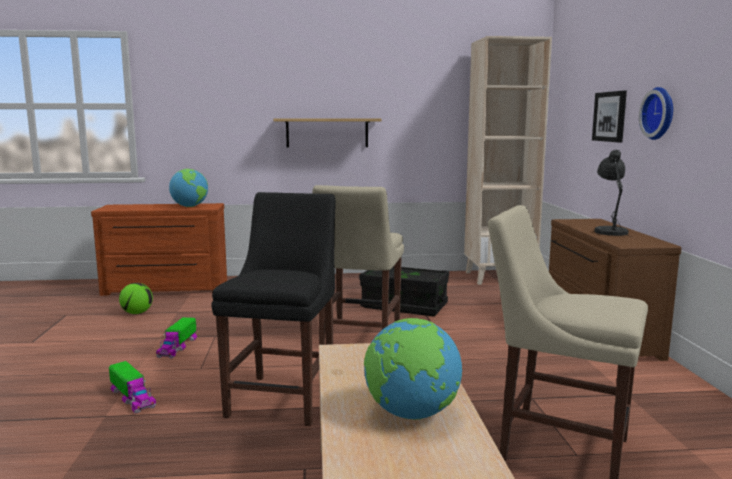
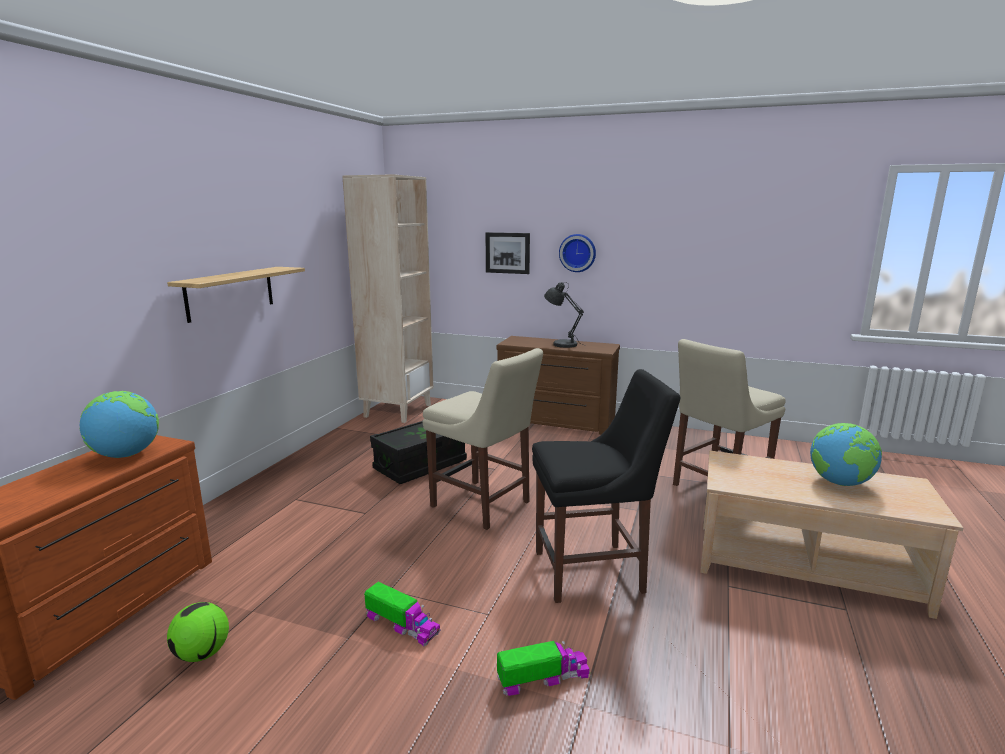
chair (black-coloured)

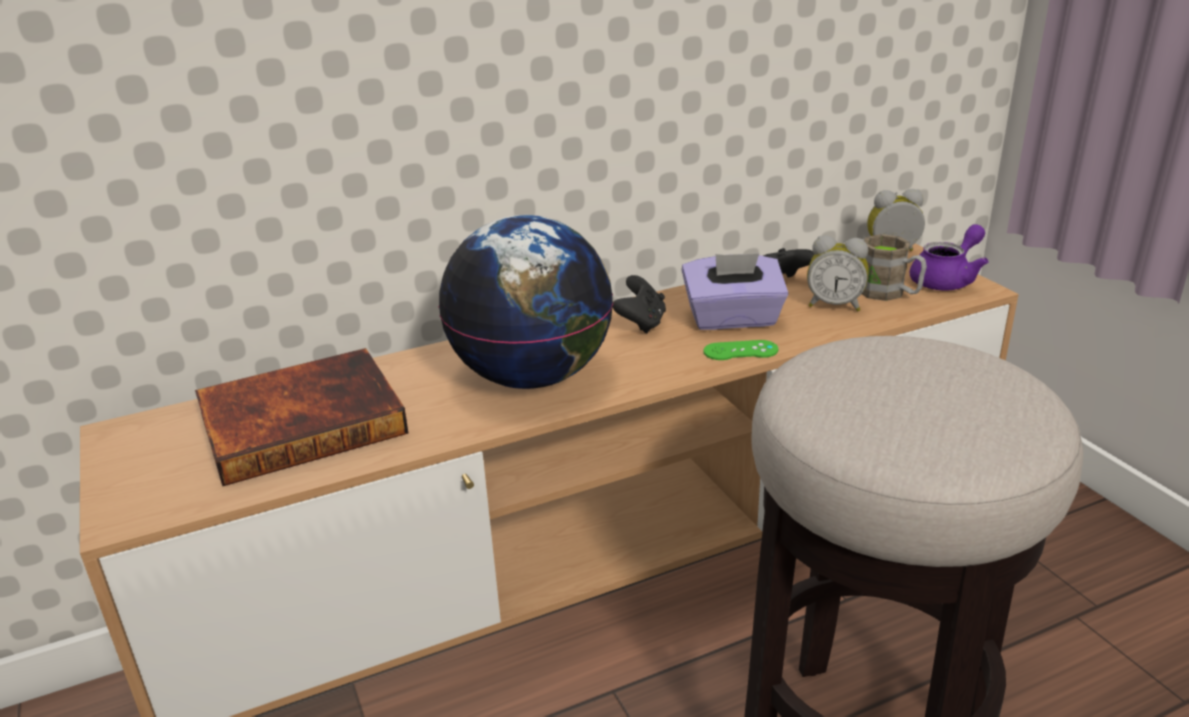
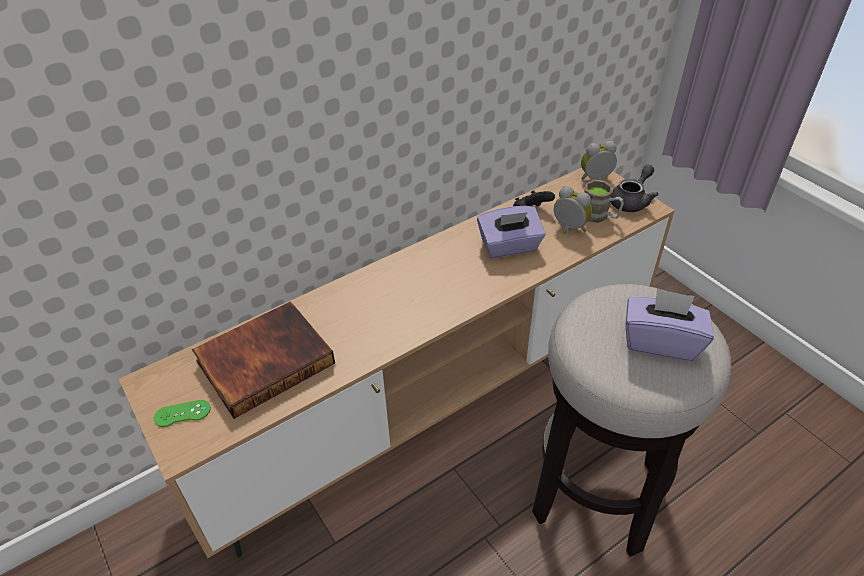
world globe
game controller (black-coloured) (no. 1 from left in the first image)
tissue holder (purplish) (no. 2 from left)
game controller (green)
pot for tea (gray)
bedside clock (no. 1 from left)

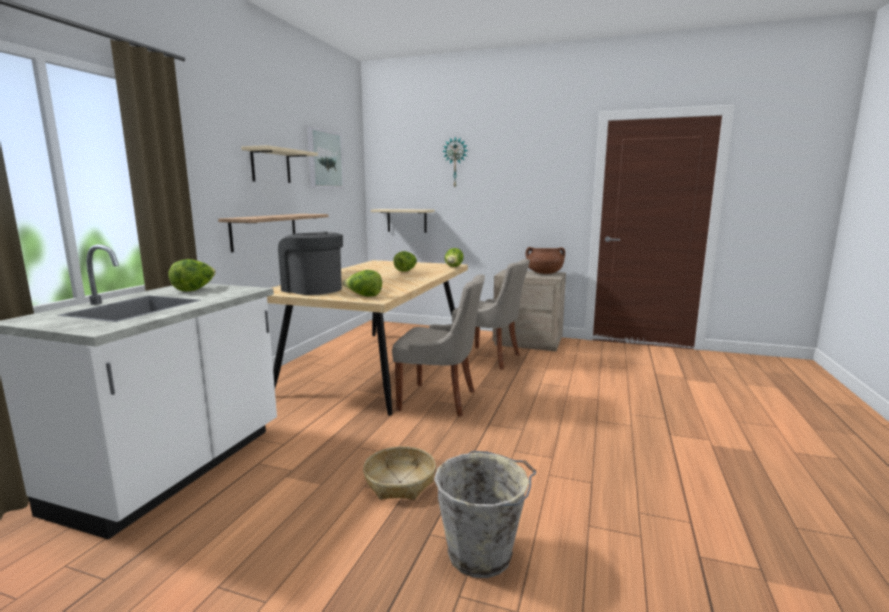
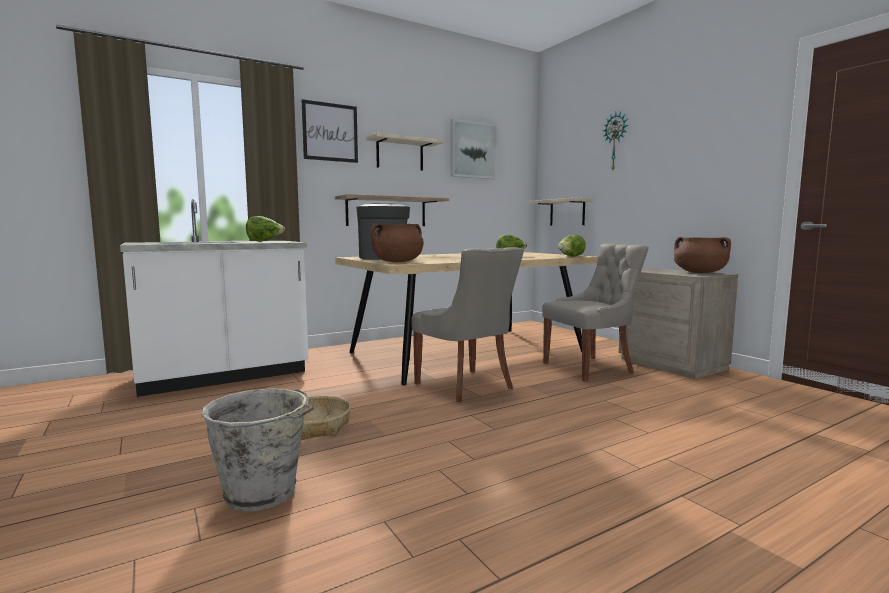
picture (no. 1 from left)
stockpot (brown-coloured) (no. 1 from left)
chair (gray) (no. 2 from left)

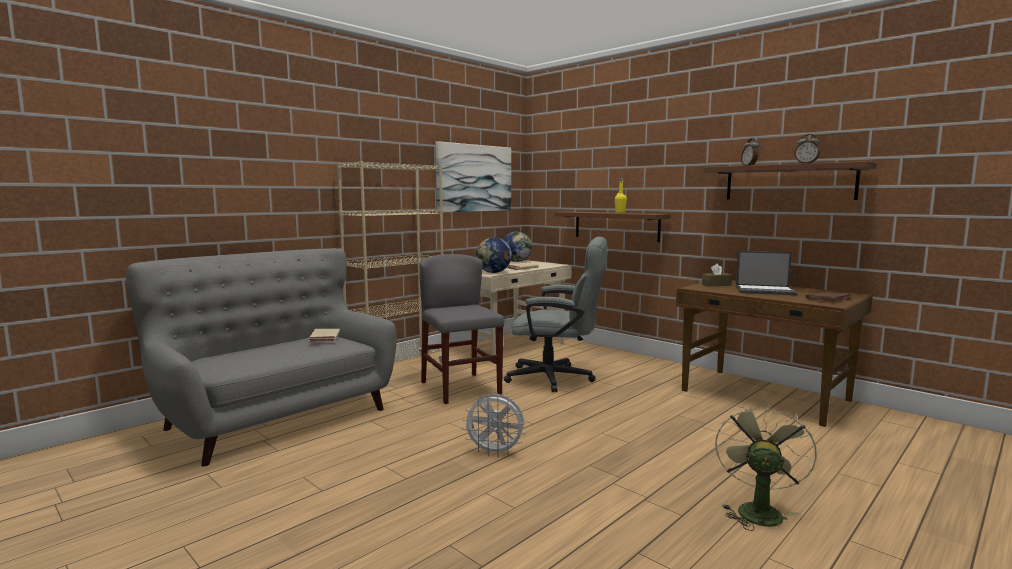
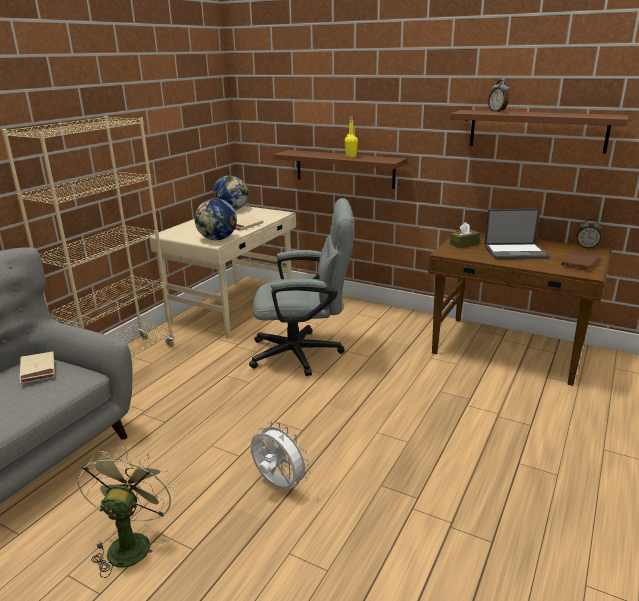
chair (gray)
picture
fan (green)
bedside clock (no. 2 from left)
fan (white)

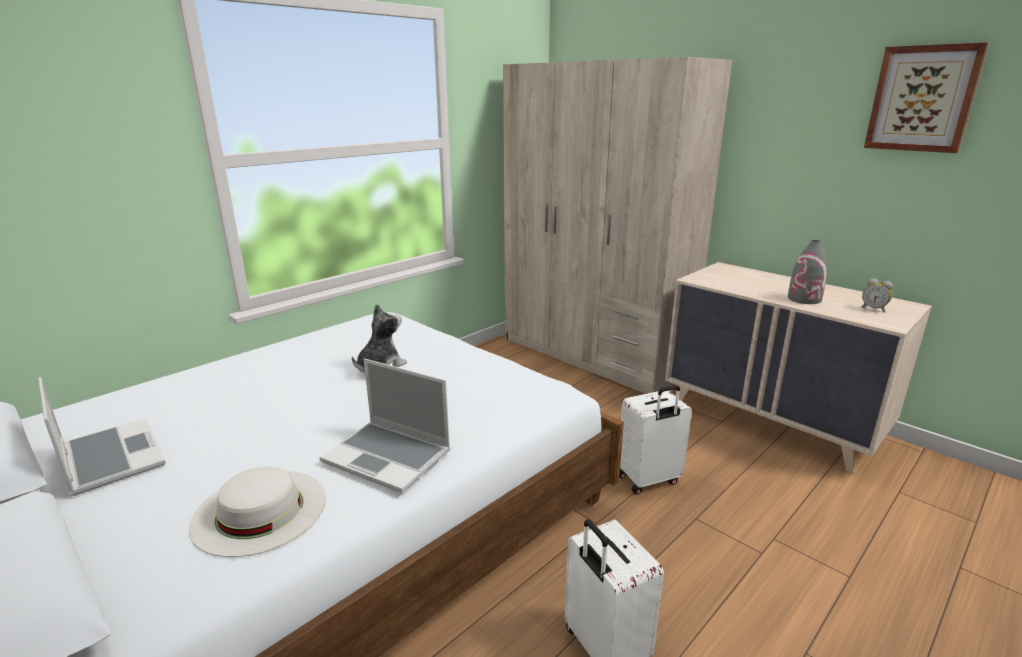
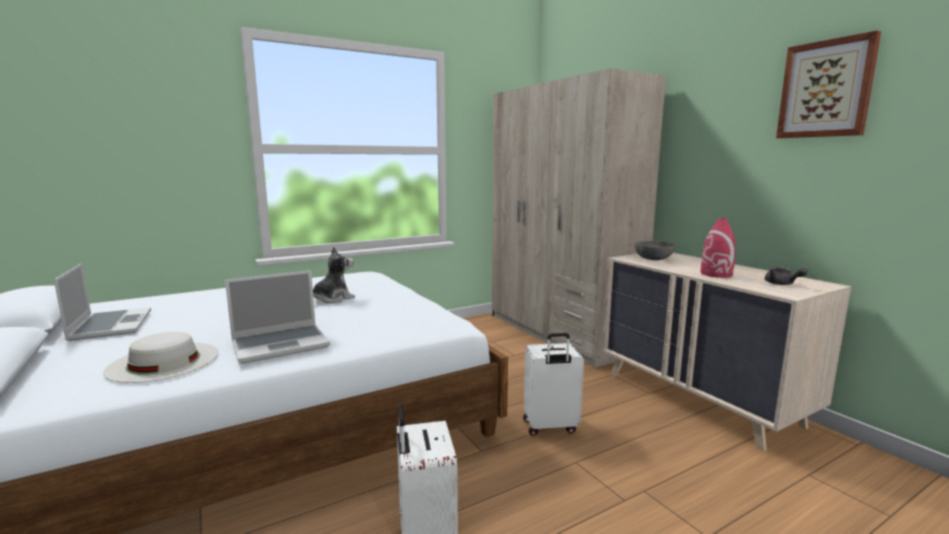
bowl (gray)
pot for tea (gray)
flower vase (red-coloured)
laptop (no. 2 from left)

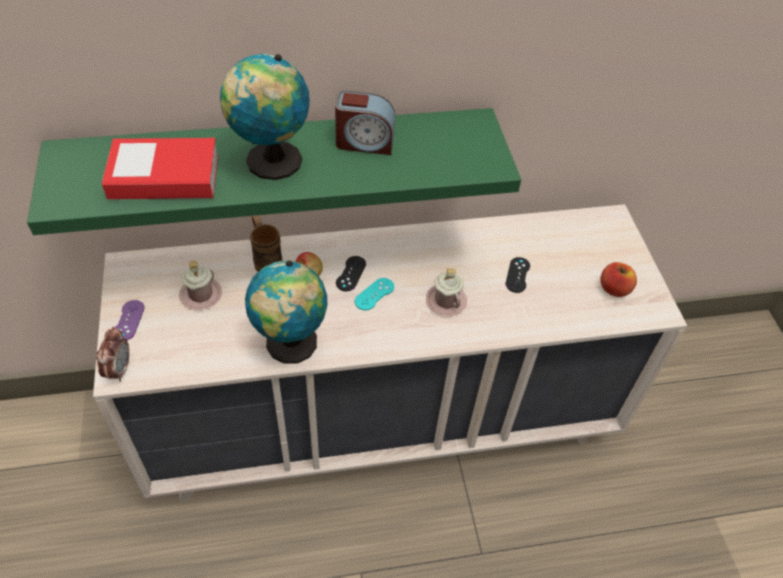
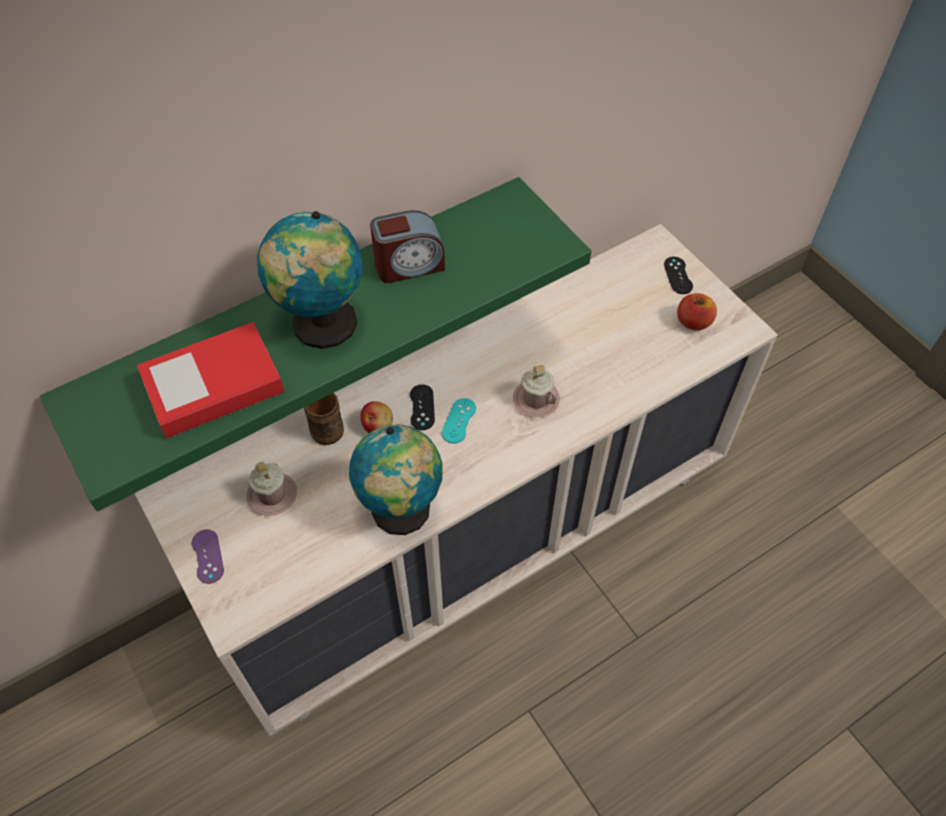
bedside clock (no. 1 from left in the first image)
game controller (black-coloured) (no. 2 from left)

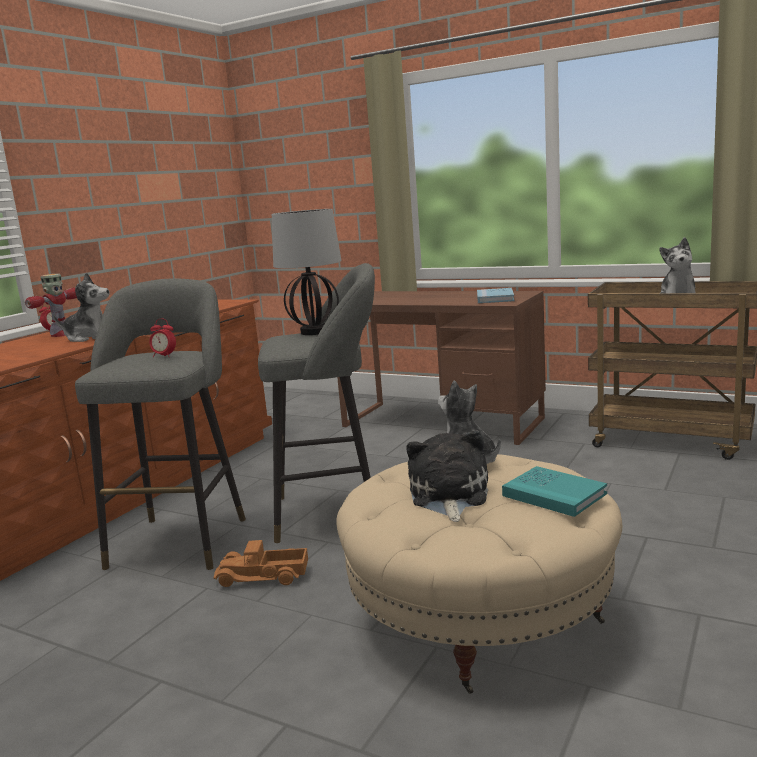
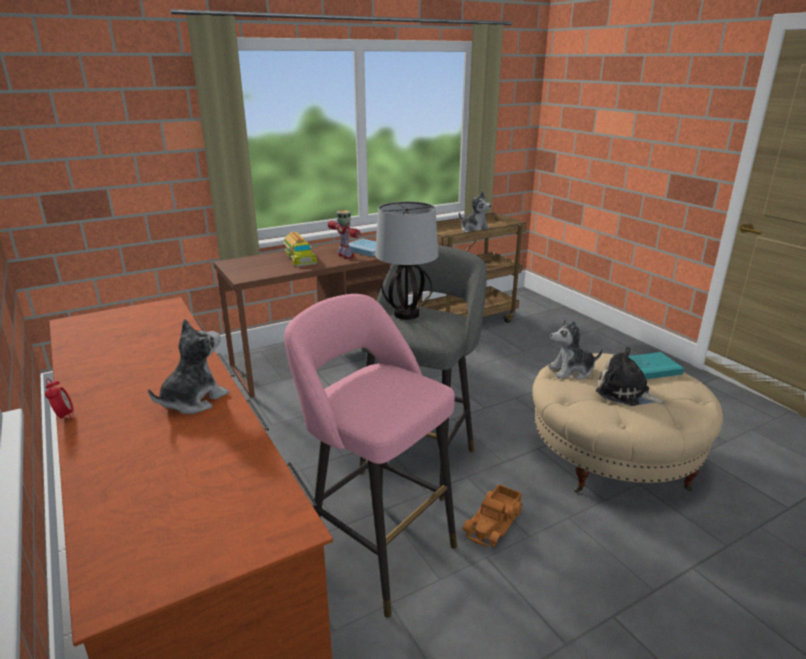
bedside clock (no. 2 from left in the first image)
model truck (no. 1 from left)
robot figure
sitting stool (pinkish)

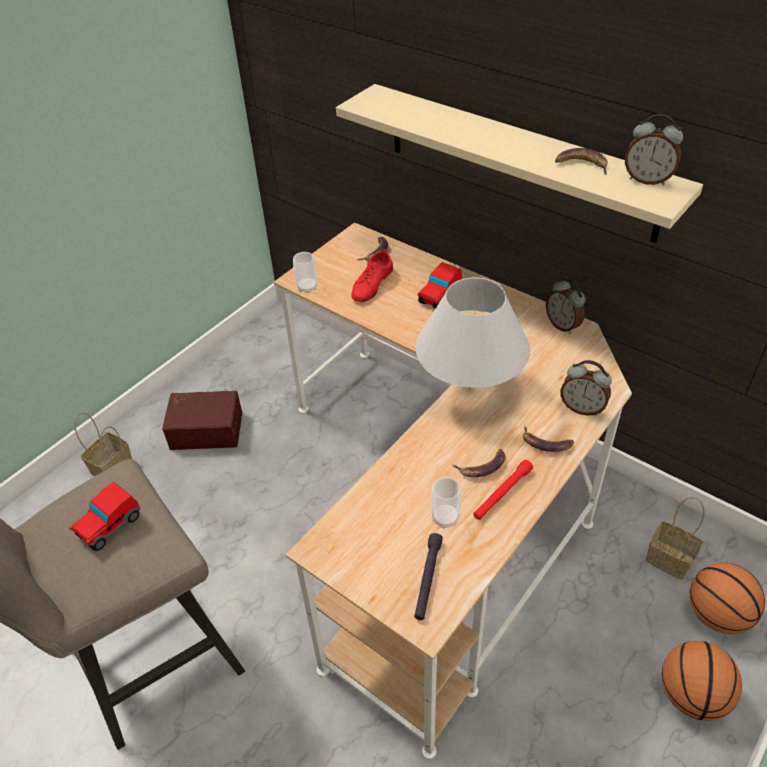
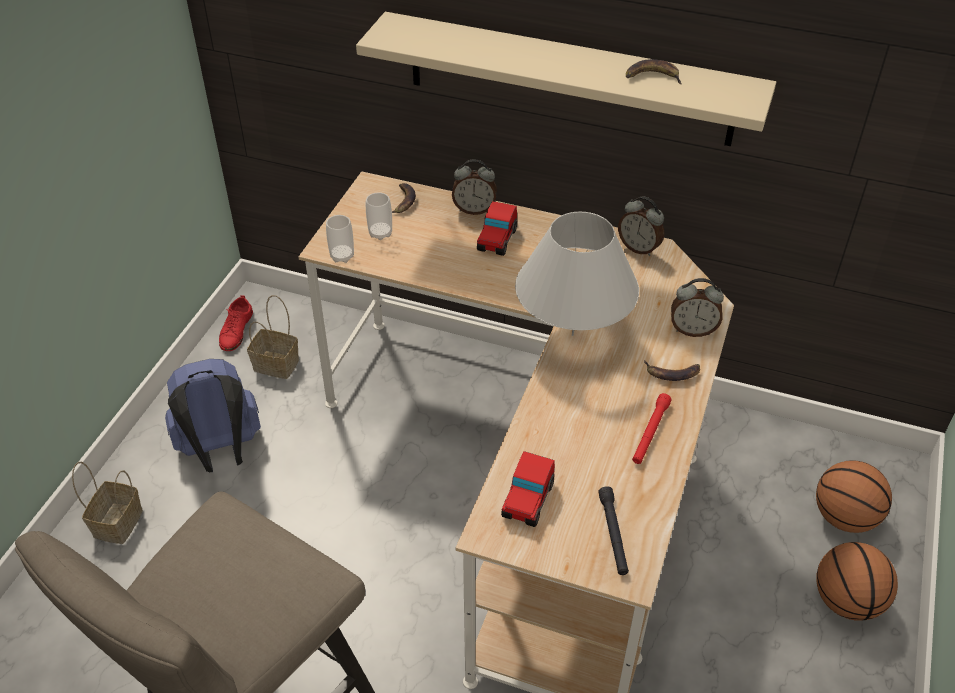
whole banana (no. 2 from left in the first image)
miniature car (no. 2 from left)
item of footwear (red-coloured)
small cup (no. 2 from left)
bedside clock (no. 1 from left)
basket (no. 2 from left)
rucksack (bluish)

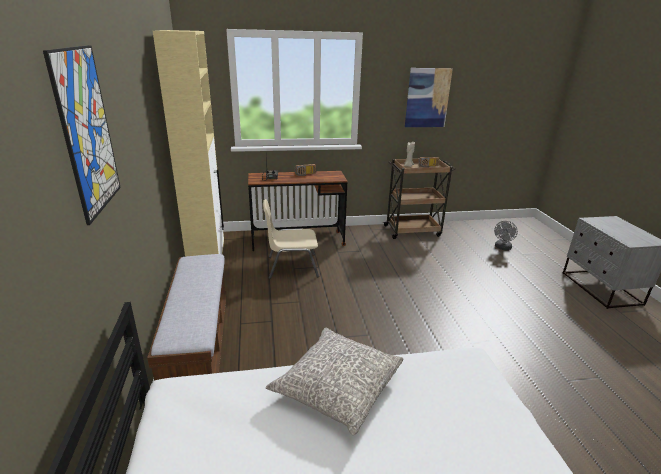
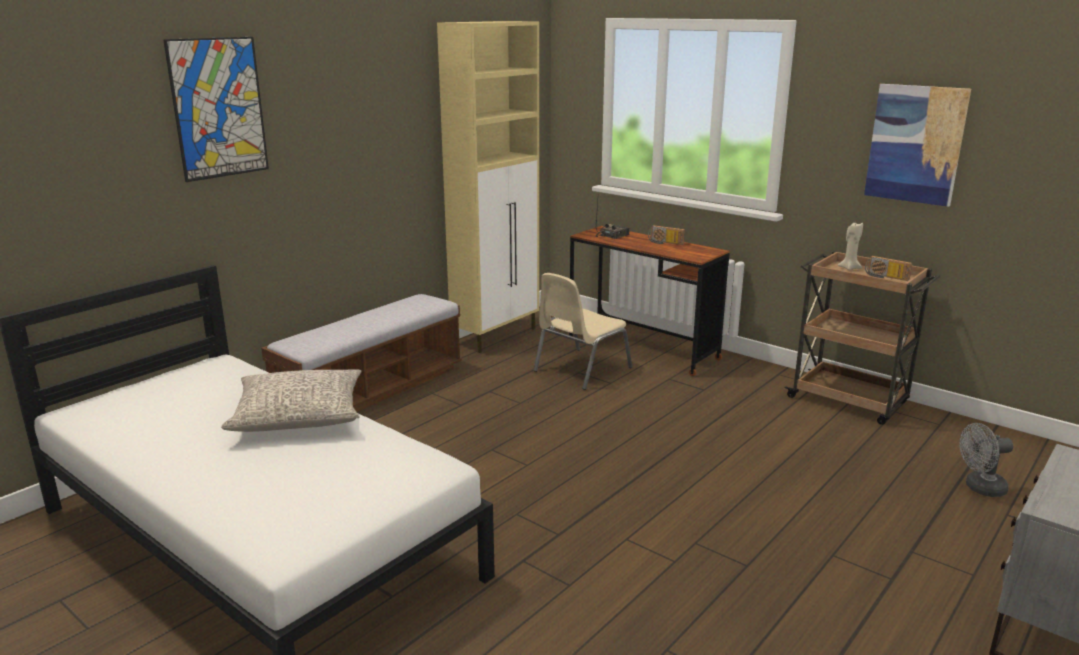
chair (beige)

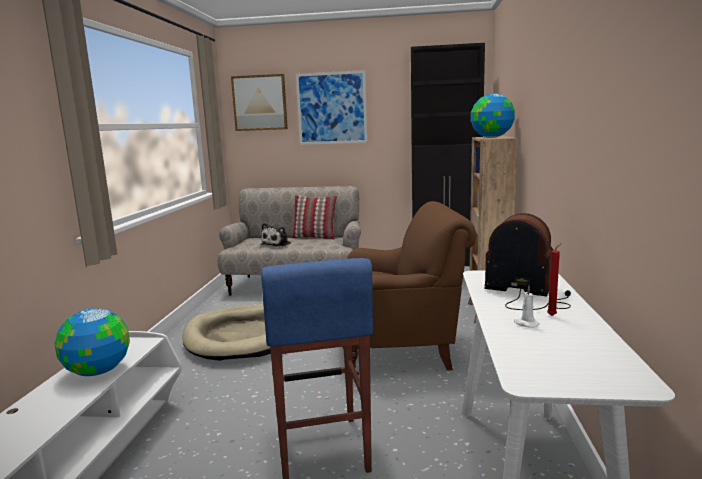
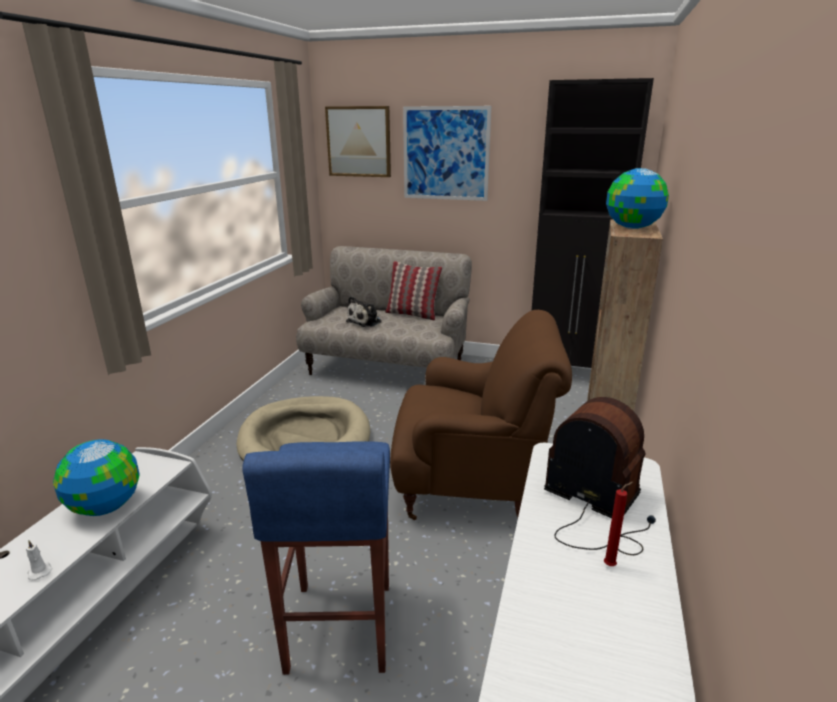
wax light (white)

